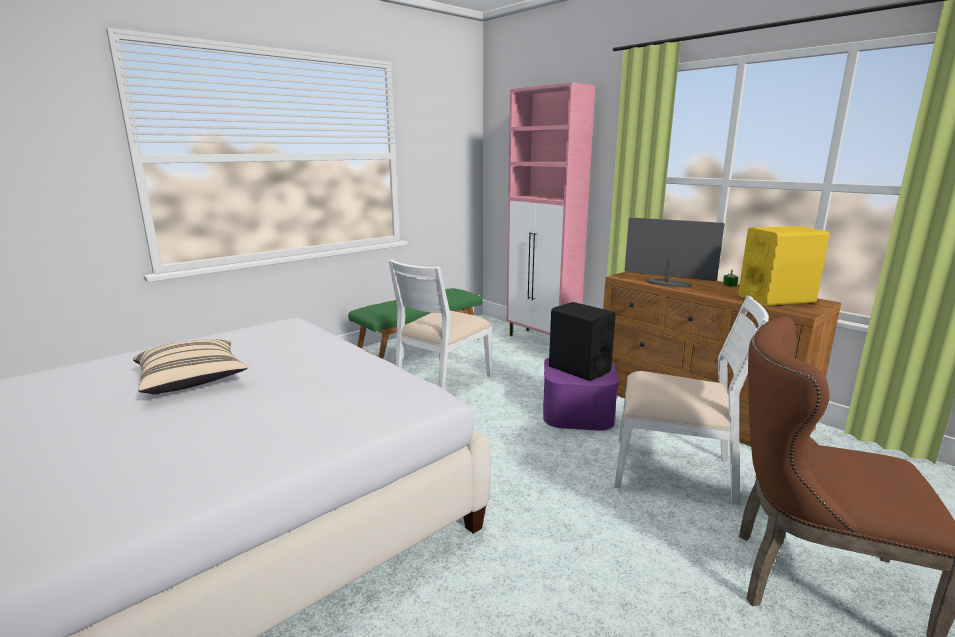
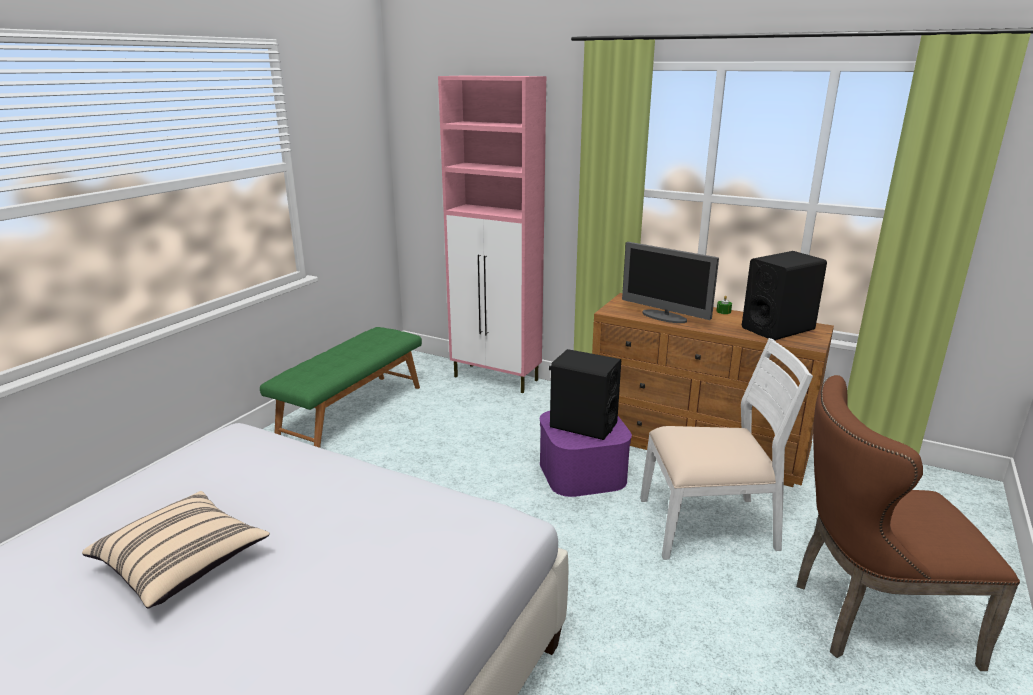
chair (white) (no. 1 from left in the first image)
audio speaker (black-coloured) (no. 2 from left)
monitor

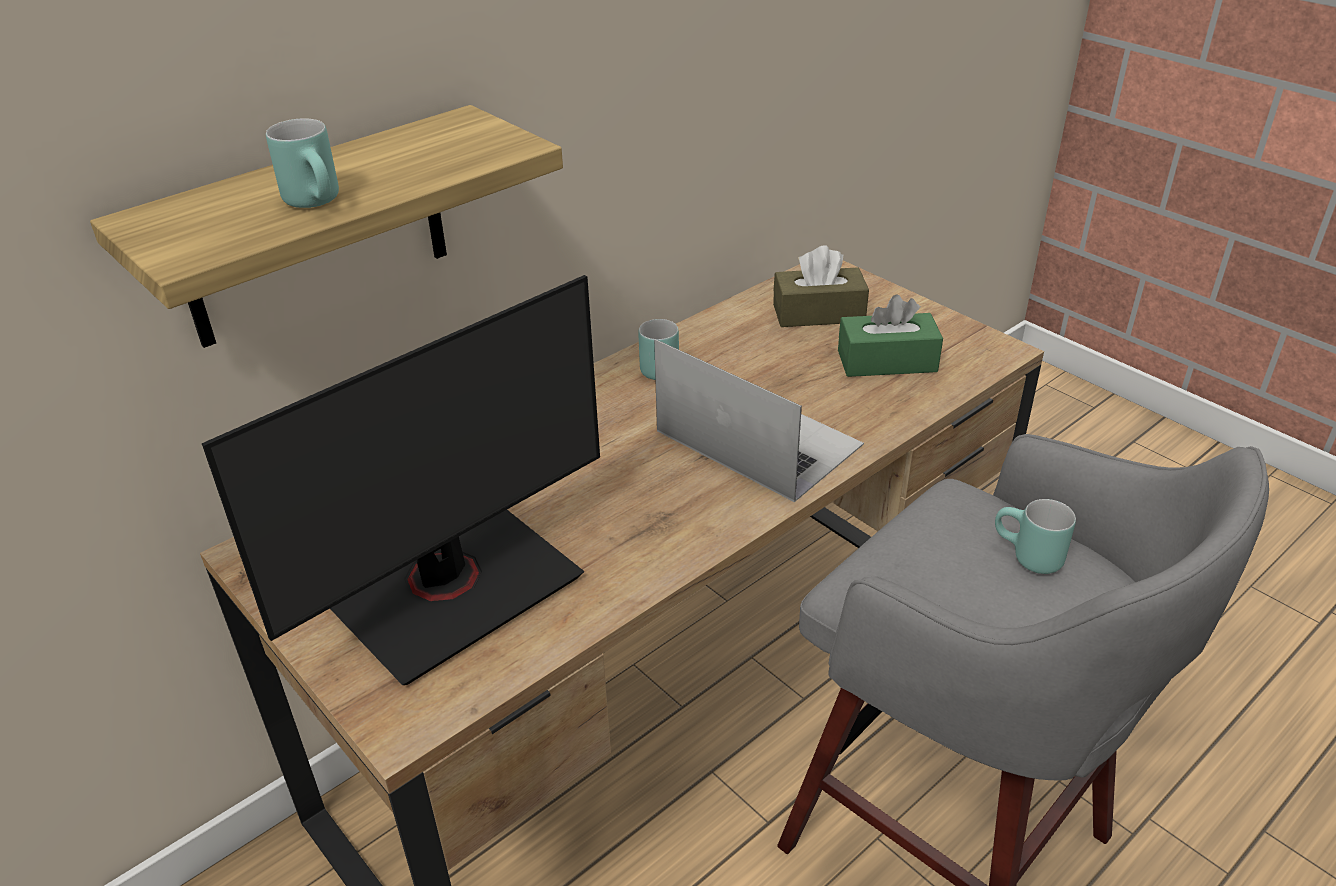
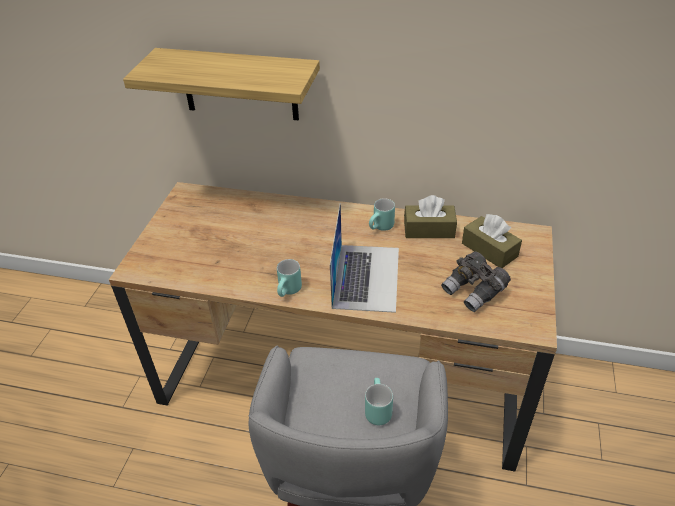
monitor
tissue holder (brown-coloured) (no. 1 from left)
tea mug (blue-green) (no. 1 from left)
field glasses (gray)

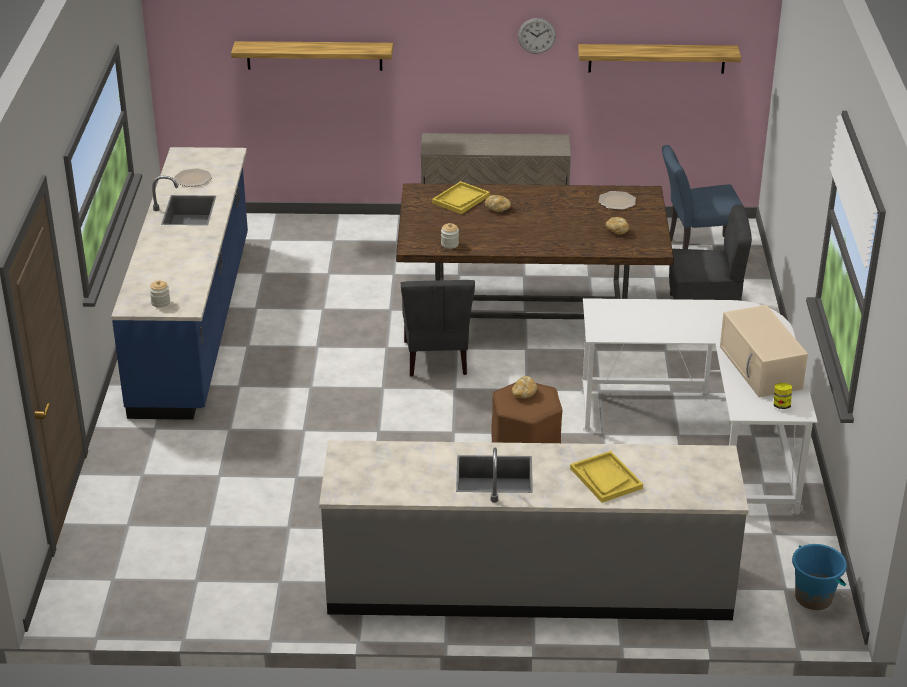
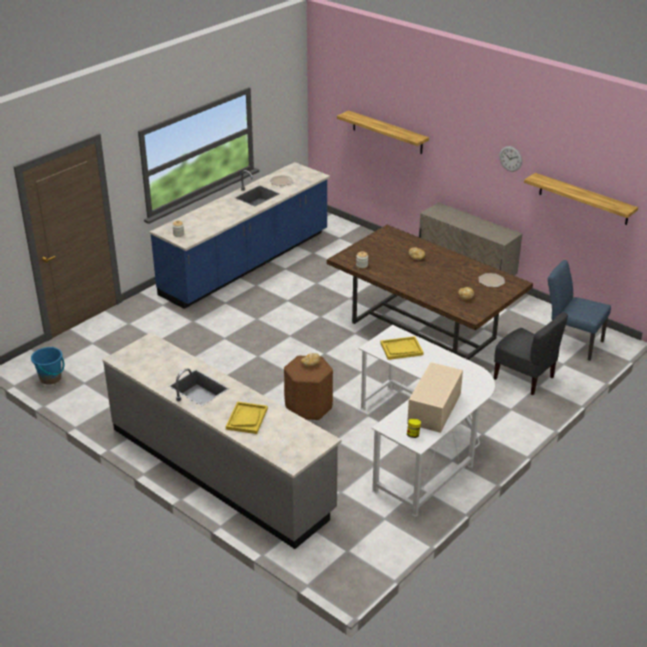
chair (gray) (no. 1 from left in the first image)
carrying tray (yellow) (no. 2 from left)
pail (bluish)

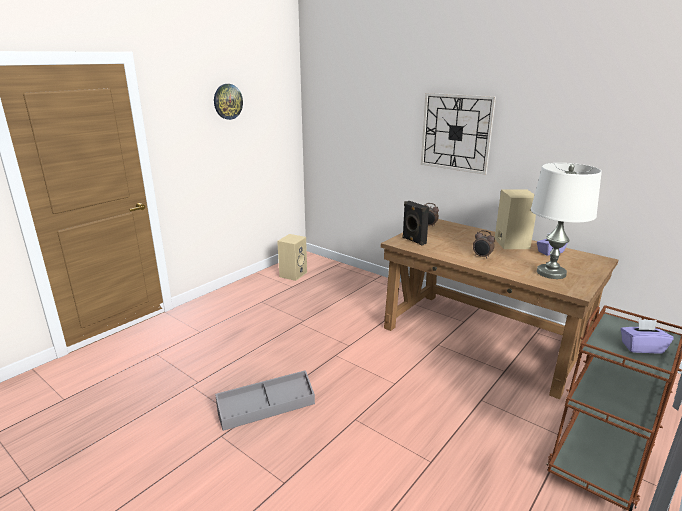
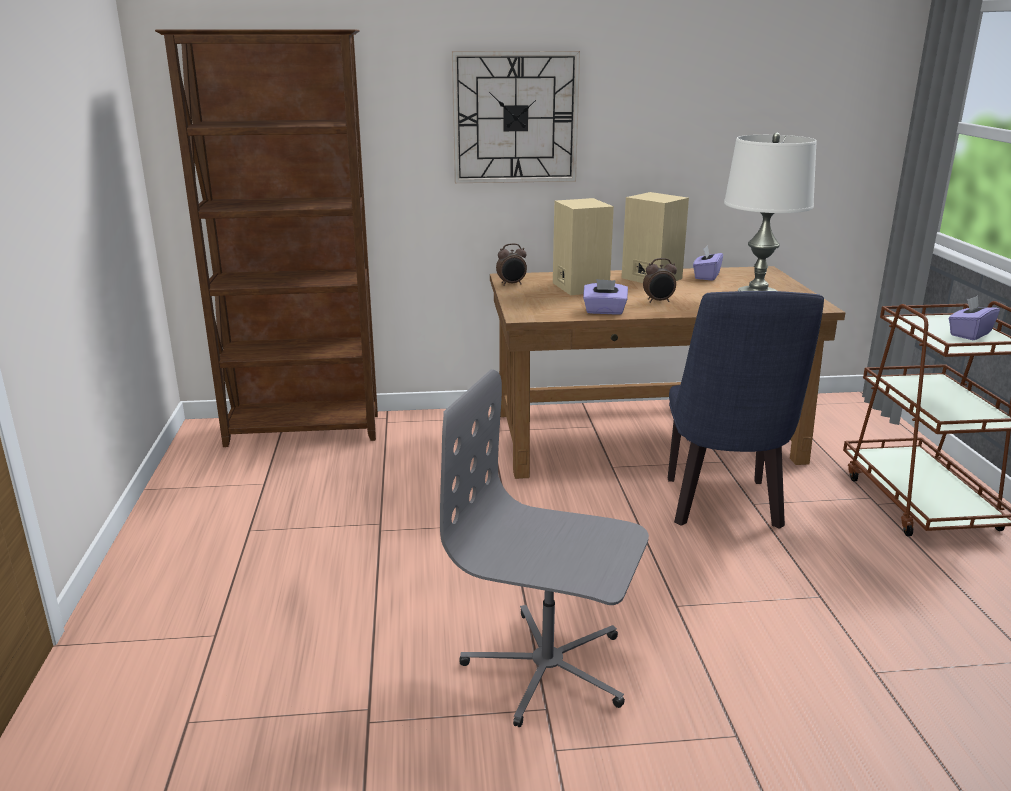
clock on the wall (no. 1 from left in the first image)
audio speaker (black-coloured)
bookshelf (brown-coloured)
tissue holder (purplish) (no. 1 from left)
chair (bluish)
audio speaker (beige) (no. 1 from left)
computer chair (gray)

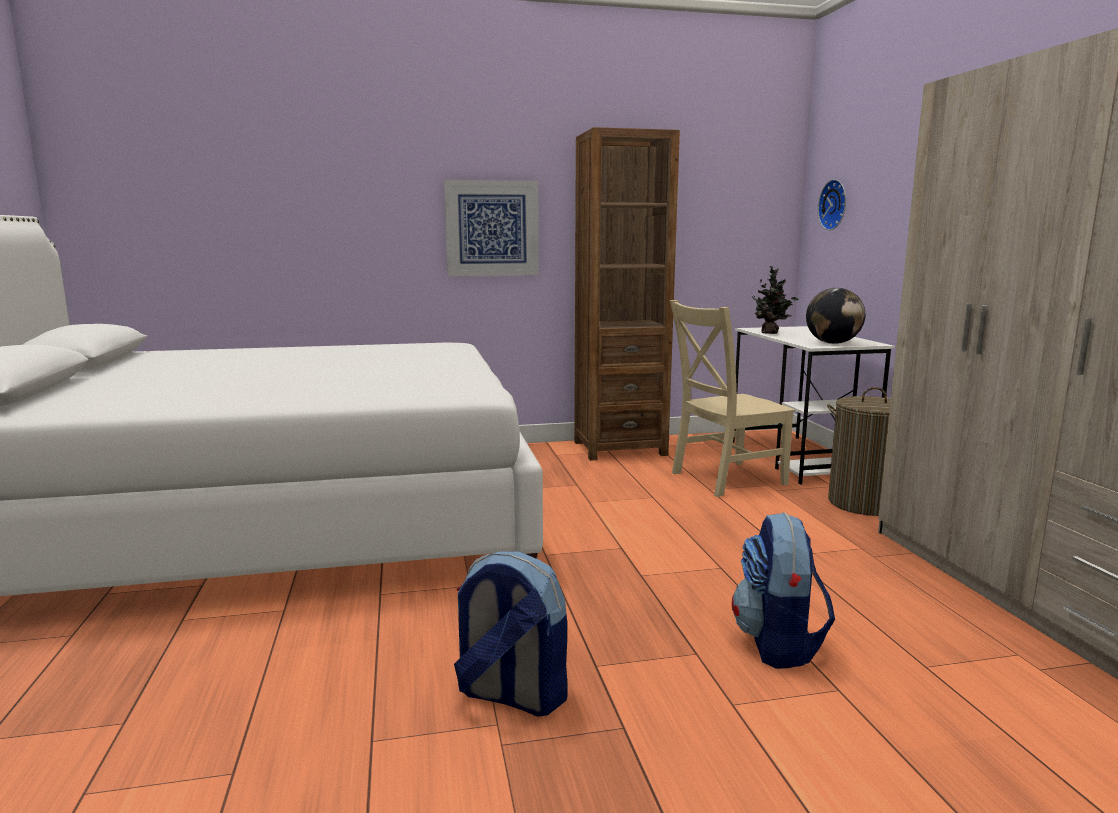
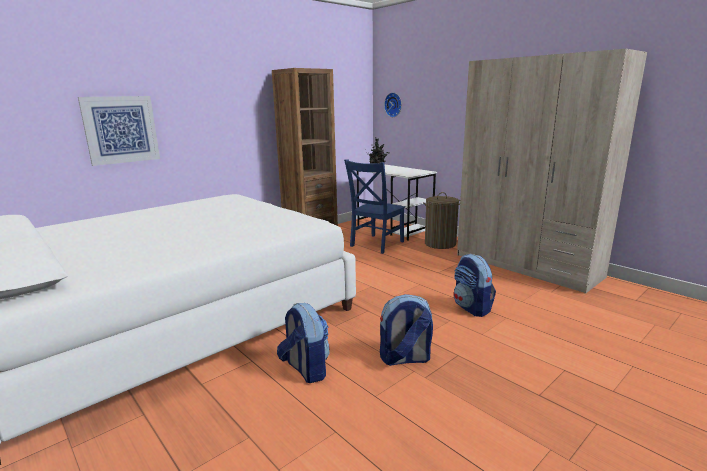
world globe
rucksack (no. 1 from left)
picture
chair (bluish)

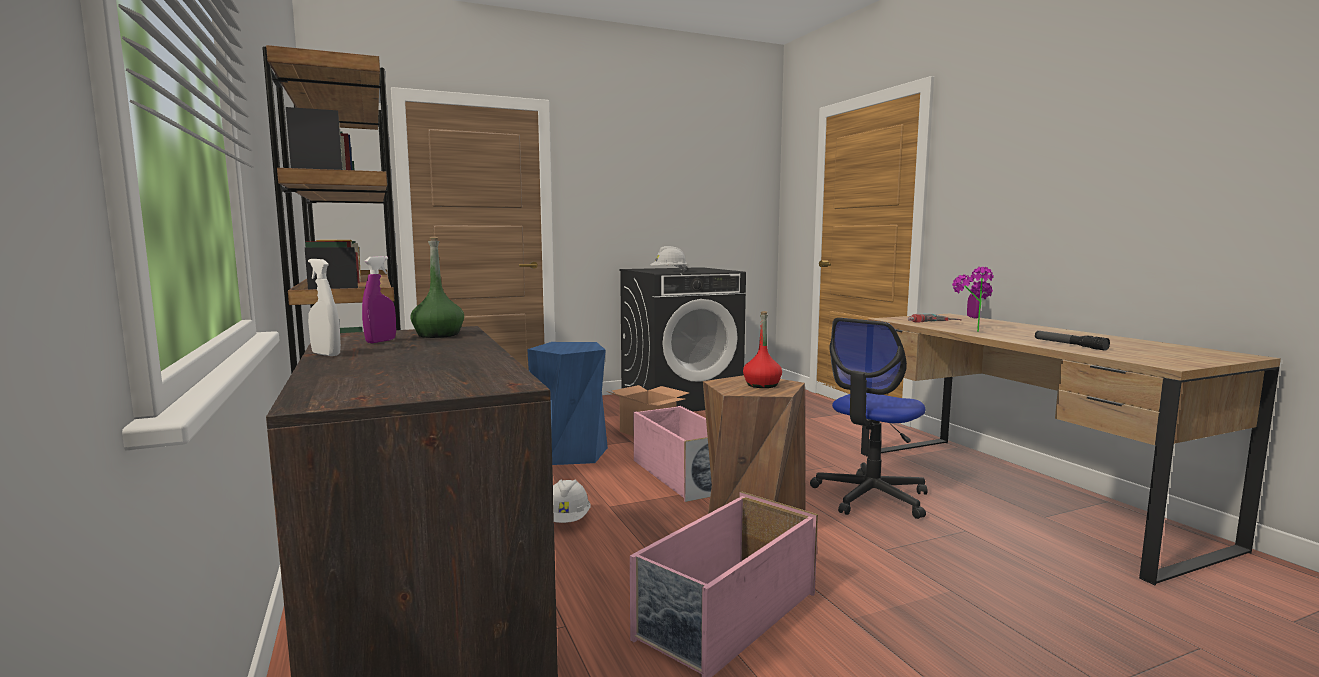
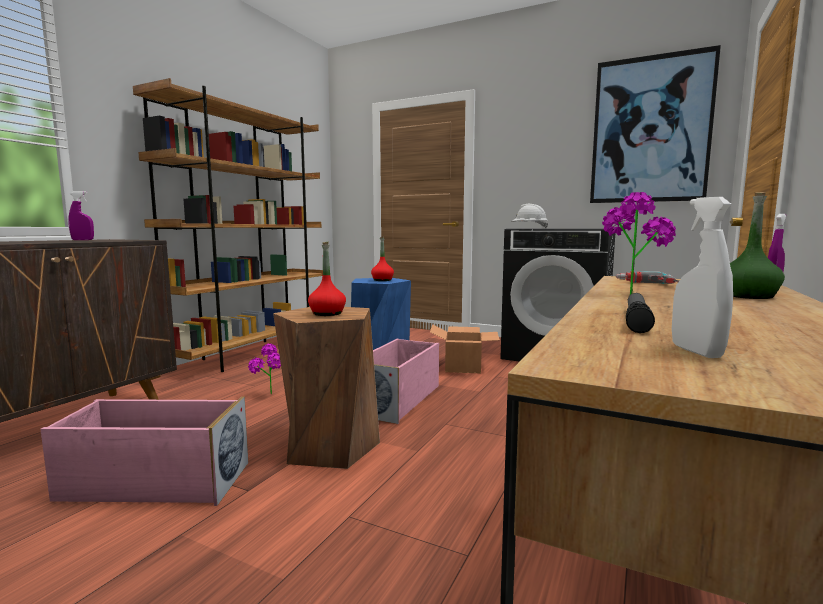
computer chair
drink bottle (red-coloured) (no. 2 from left)
picture
hand sprayer (white)
drink bottle (green)
houseplant (no. 1 from left)

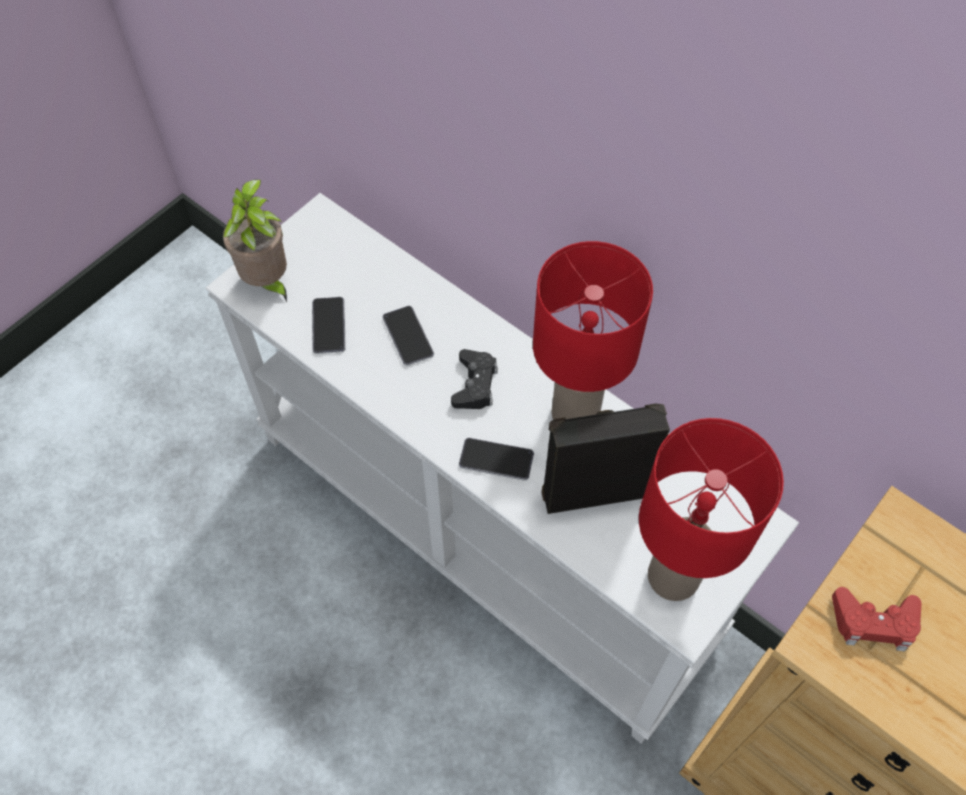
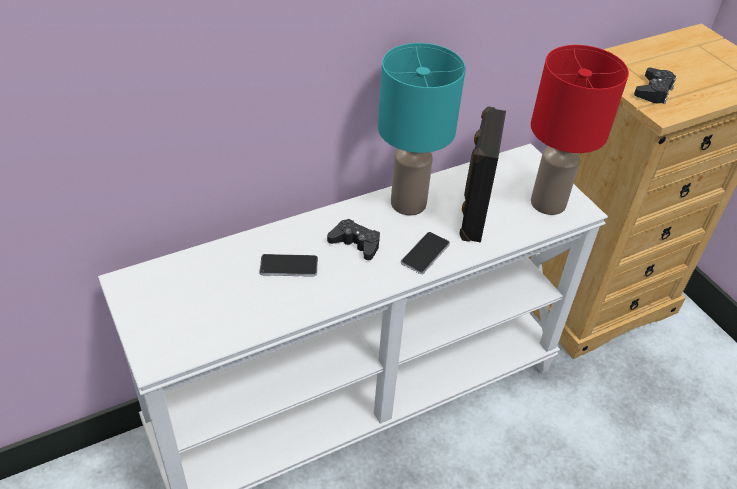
houseplant
handset (no. 1 from left in the first image)
tabletop lamp (blue-green)
game controller (black-coloured) (no. 2 from left)

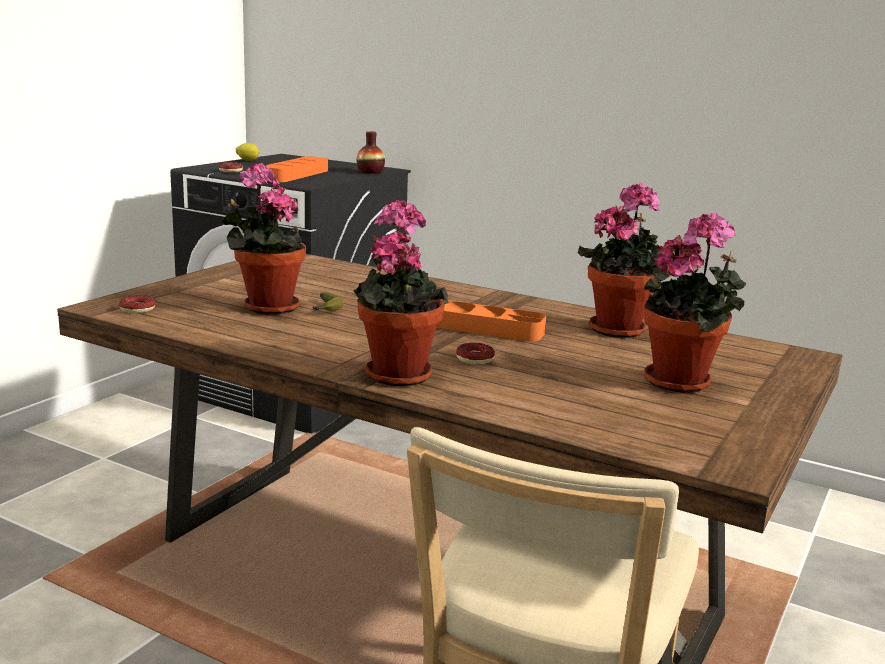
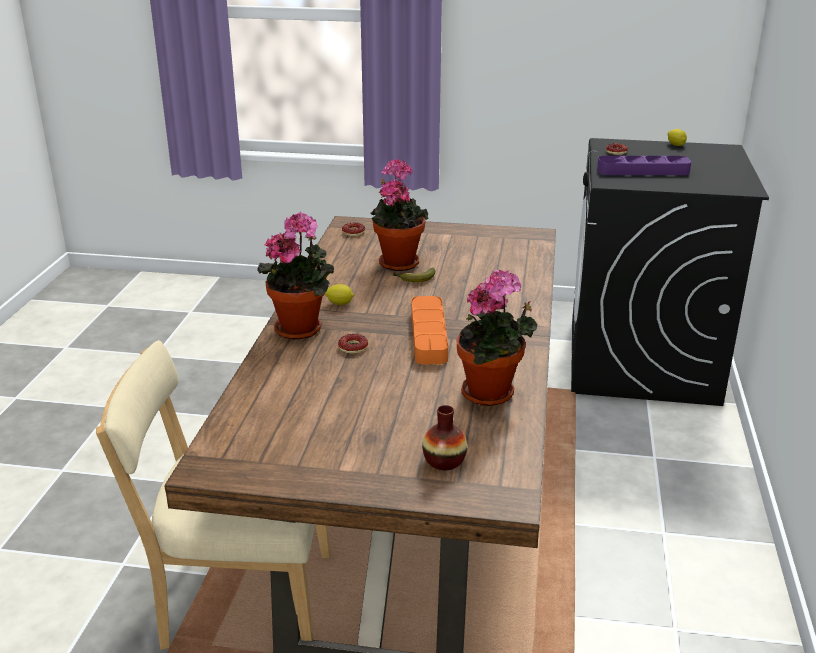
houseplant (no. 4 from left in the first image)
whole lemon (no. 1 from left)
flower vase
carrying tray (purplish)

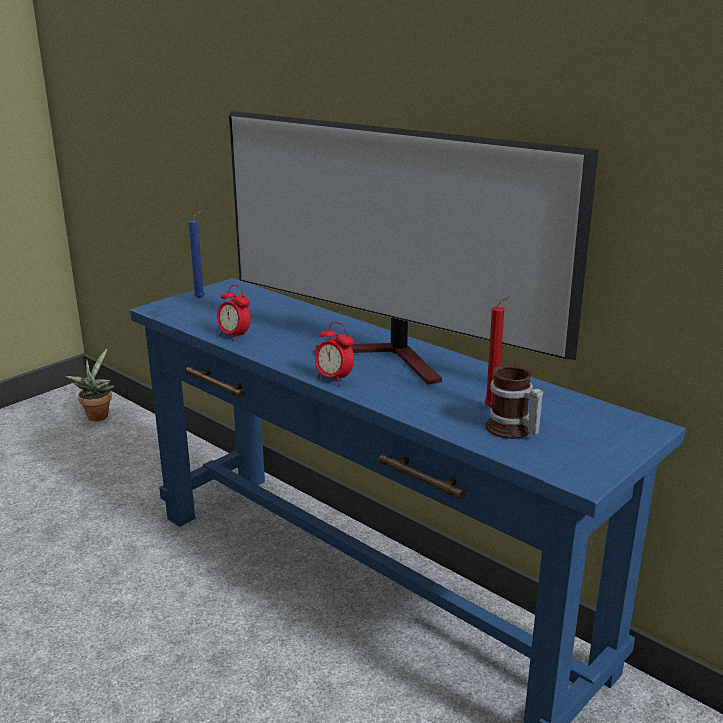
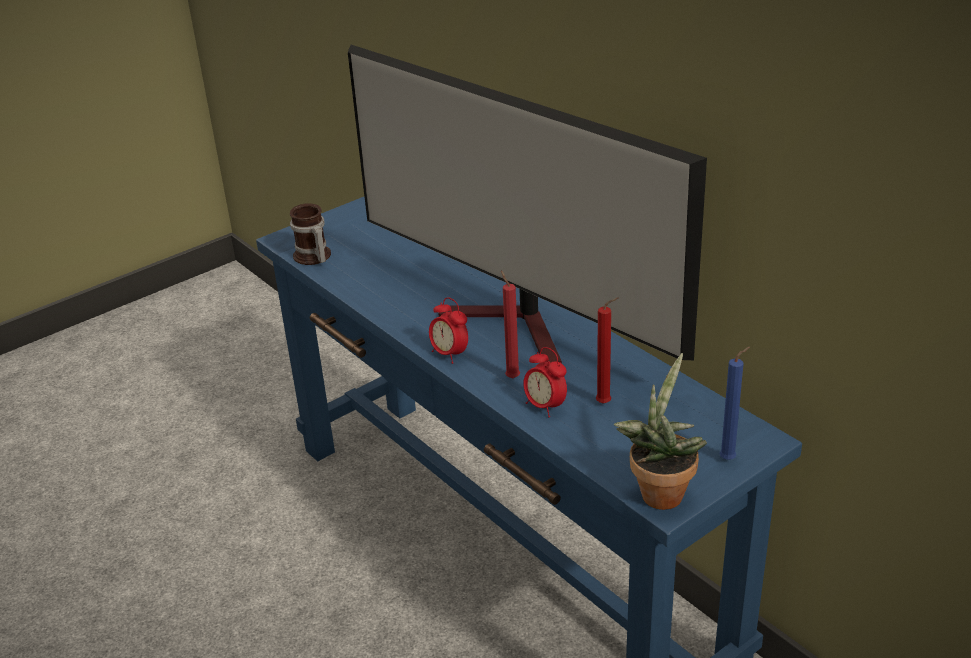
wax light (red-coloured) (no. 1 from left)
houseplant
wax light (bluish)
bedside clock (no. 2 from left)
tea mug

